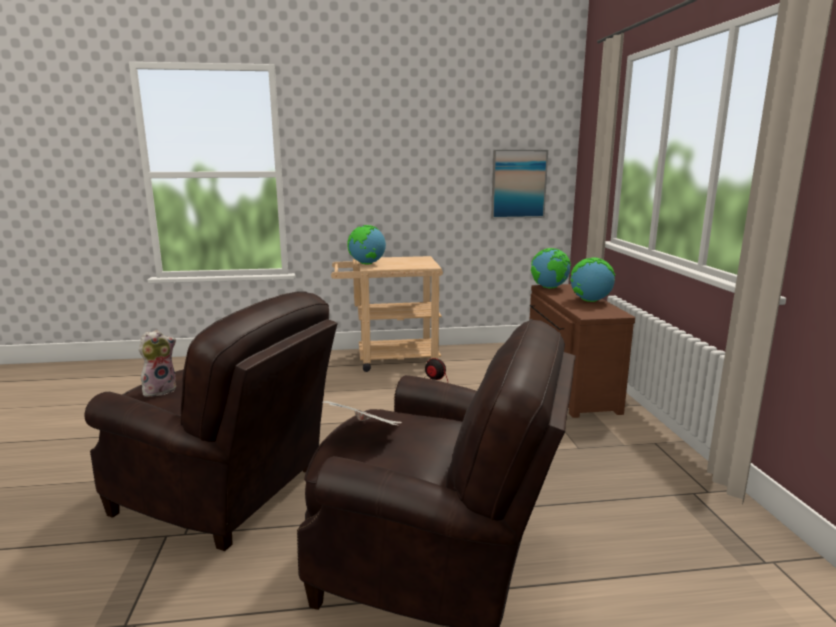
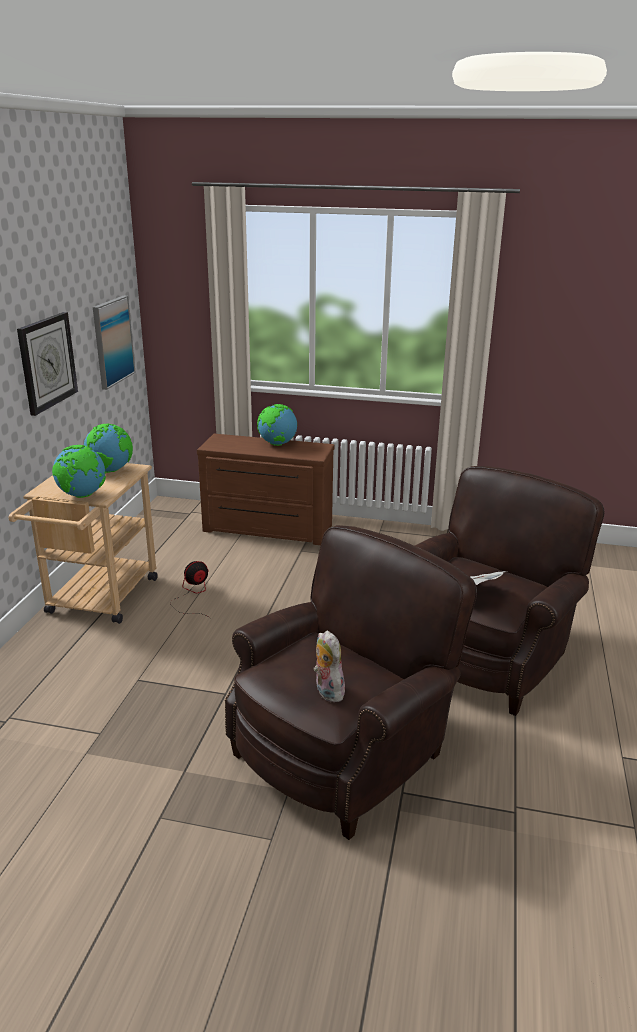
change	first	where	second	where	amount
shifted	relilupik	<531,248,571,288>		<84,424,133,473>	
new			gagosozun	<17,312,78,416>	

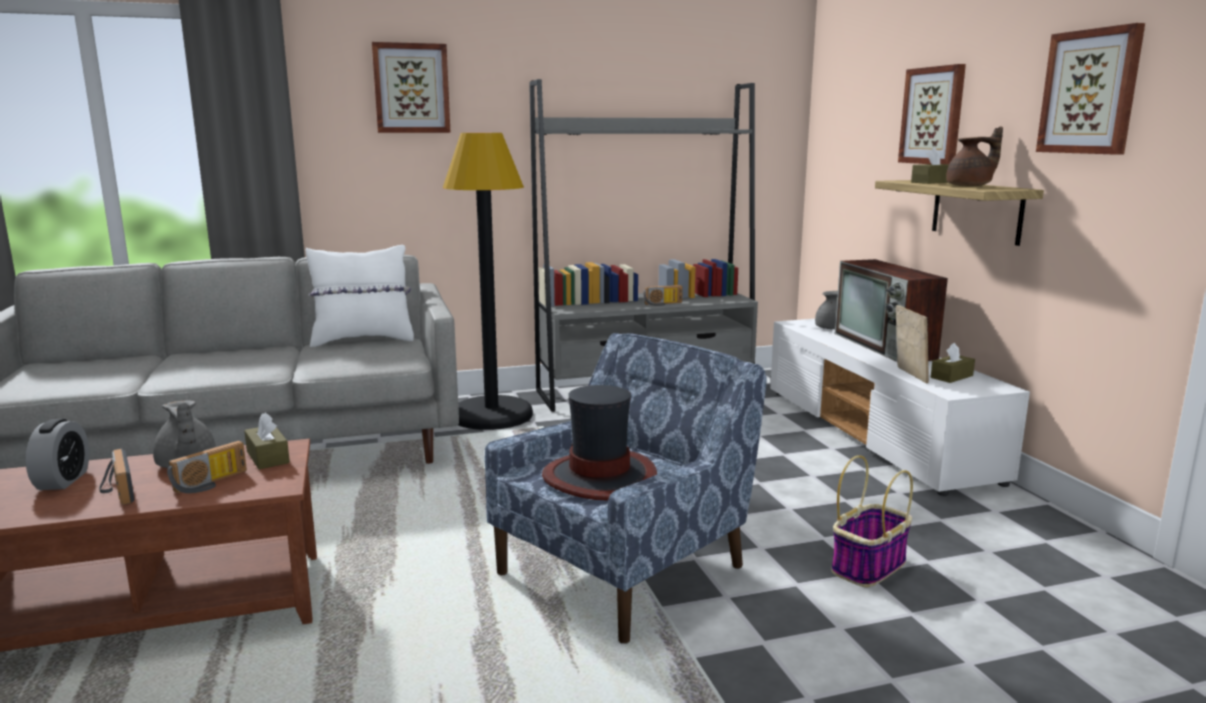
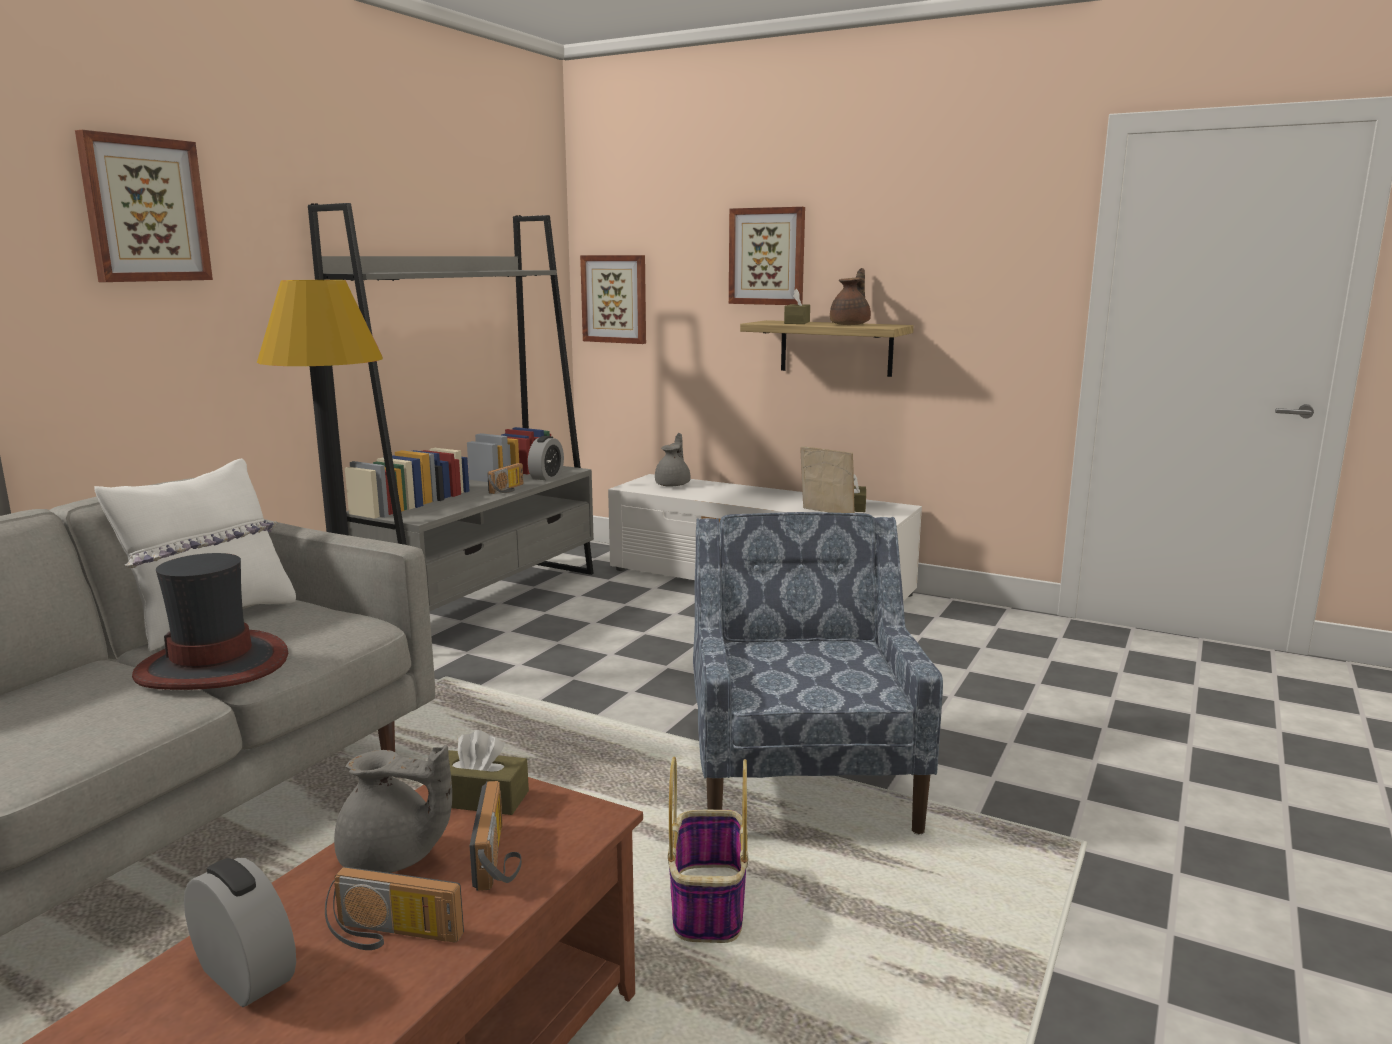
change	first	where	second	where	amount
shifted	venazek	<1036,23,1145,155>		<580,255,646,344>	
gone	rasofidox	<835,259,948,362>			
shifted	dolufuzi	<542,385,657,501>		<132,553,288,690>	
shifted	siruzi	<831,455,913,587>		<668,757,748,943>	
new			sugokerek	<528,436,564,480>	

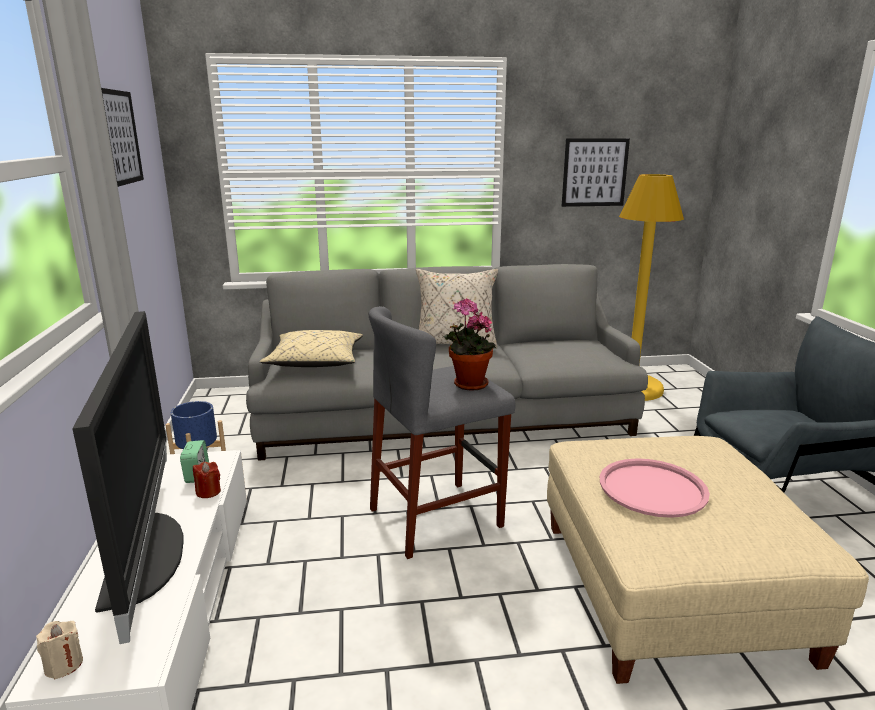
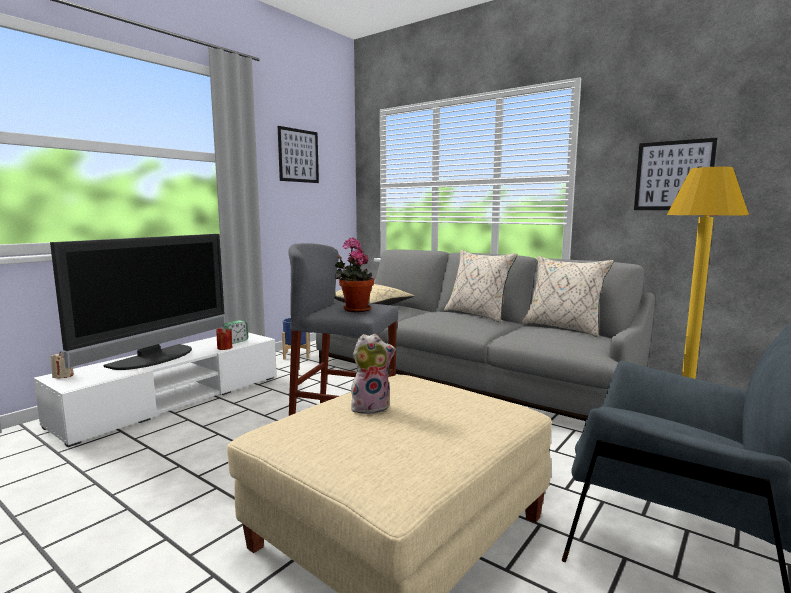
change	first	where	second	where	amount
swapped	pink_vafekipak	<600,458,710,518>	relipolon	<351,334,396,414>	
new			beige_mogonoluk	<522,256,614,337>	

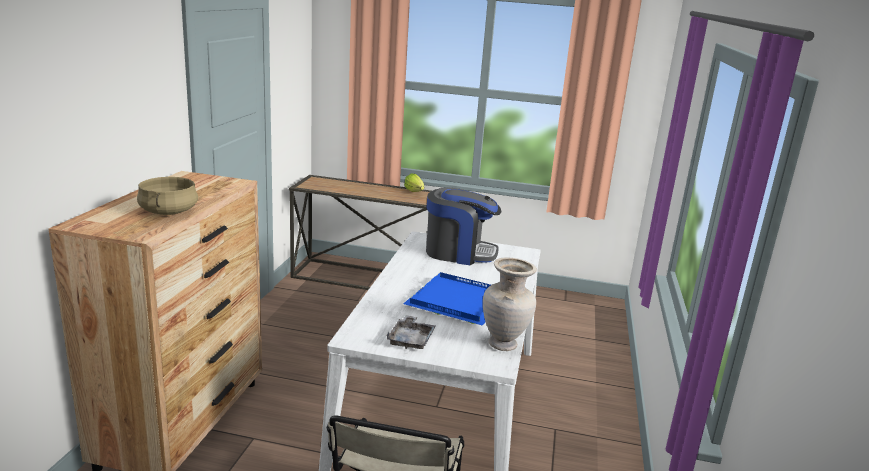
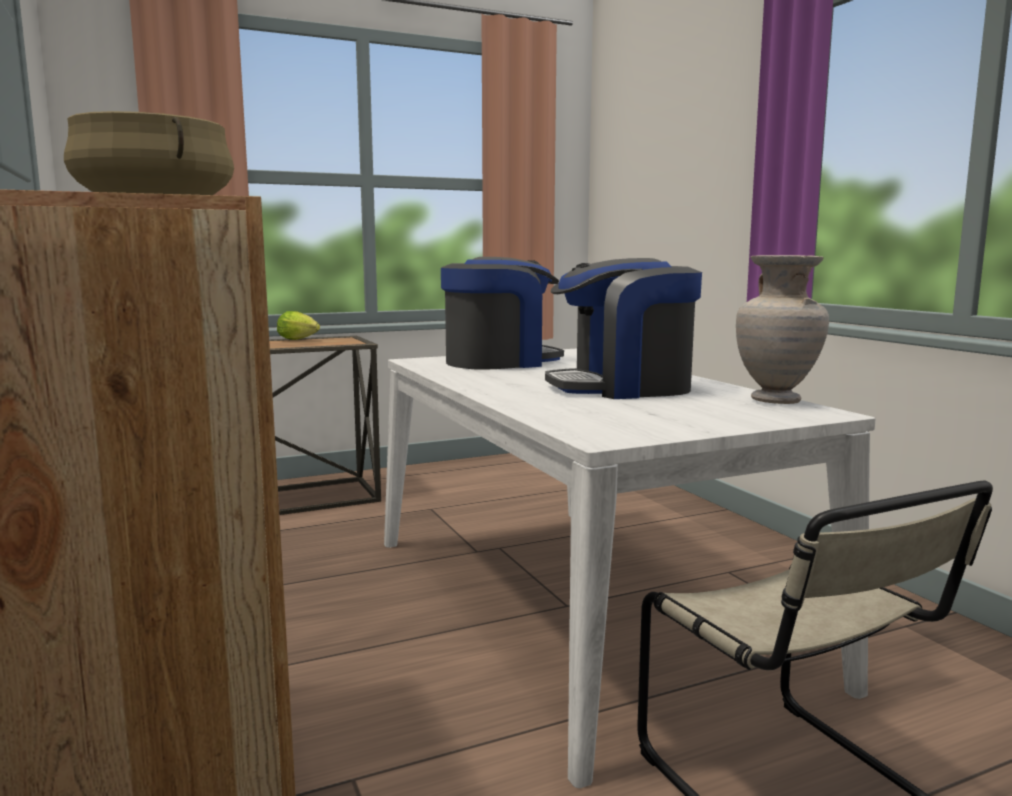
change	first	where	second	where	amount
swapped	blue_vafekipak	<403,272,491,326>	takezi	<545,258,702,399>	
gone	grey_vafekipak	<386,315,436,349>			

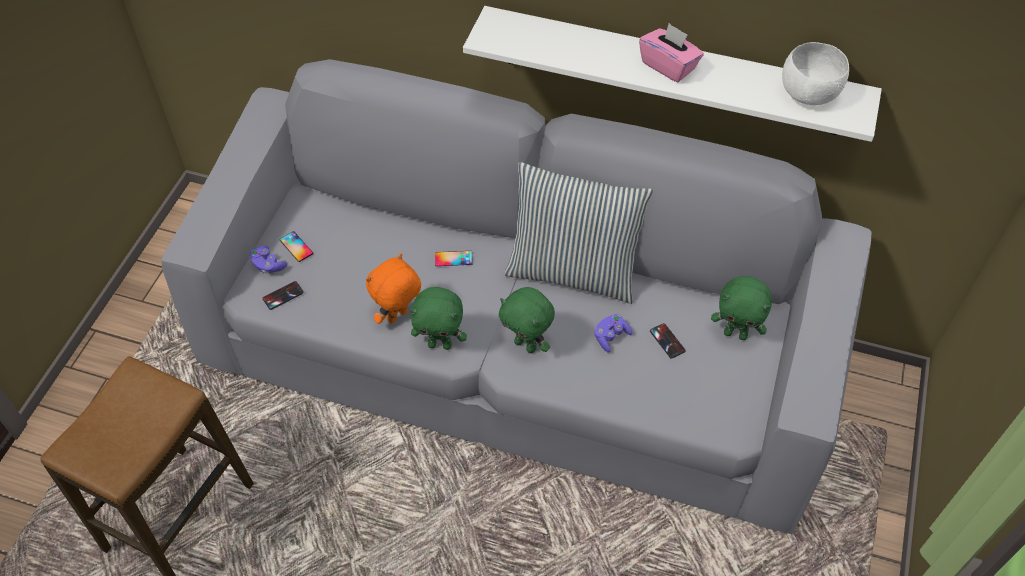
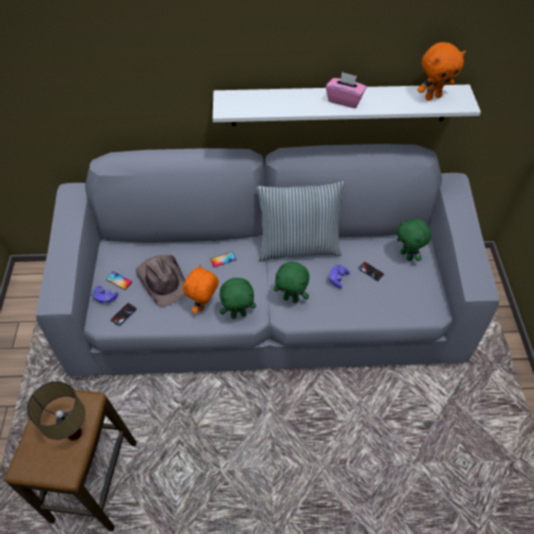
change	first	where	second	where	amount
swapped	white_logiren	<782,42,849,105>	orange_relipolon	<417,42,466,101>	
rotated	green_relipolon	<711,276,772,340>		<397,218,431,261>	60 degrees clockwise
new			brown_dolufuzi	<135,255,186,307>	
new			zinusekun	<27,381,85,440>	

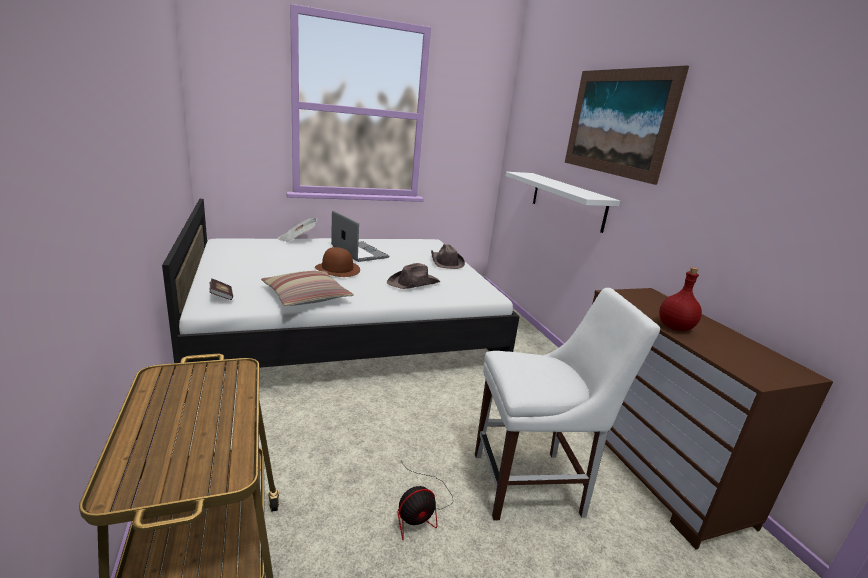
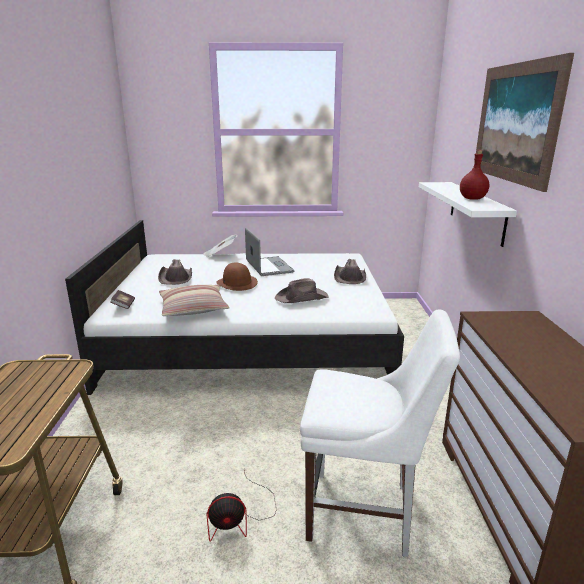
change	first	where	second	where	amount
shifted	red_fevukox	<659,267,702,331>		<460,150,489,200>	
new			brown_dolufuzi	<158,259,192,285>	

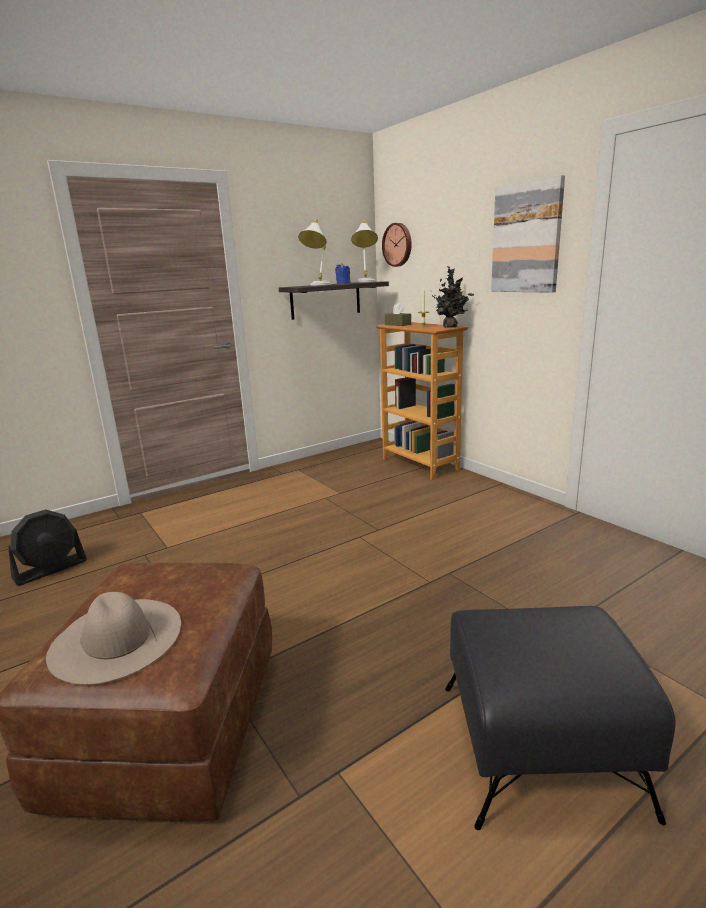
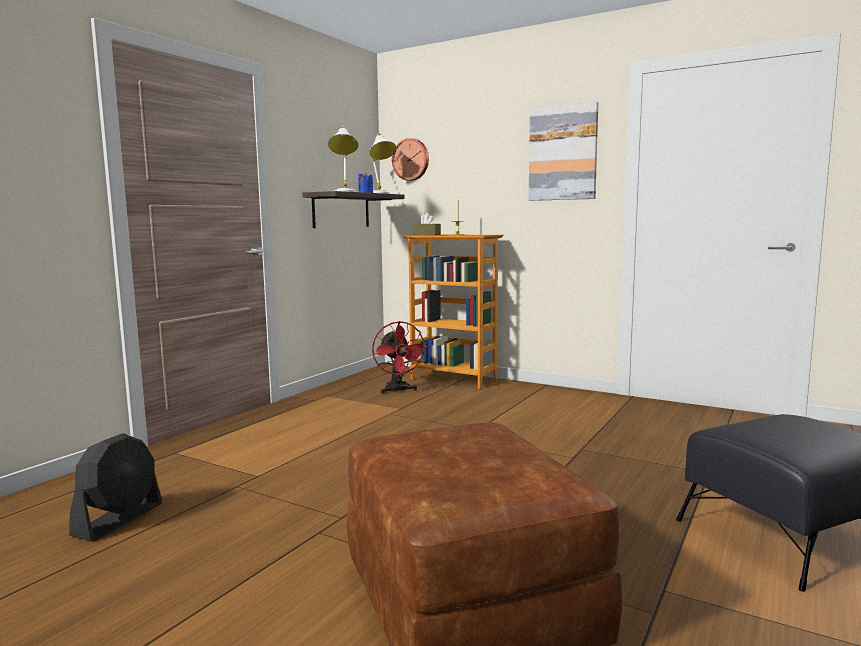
change	first	where	second	where	amount
gone	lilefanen	<432,266,474,328>			
gone	beige_dolufuzi	<46,592,181,685>			
new			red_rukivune	<372,321,427,394>	

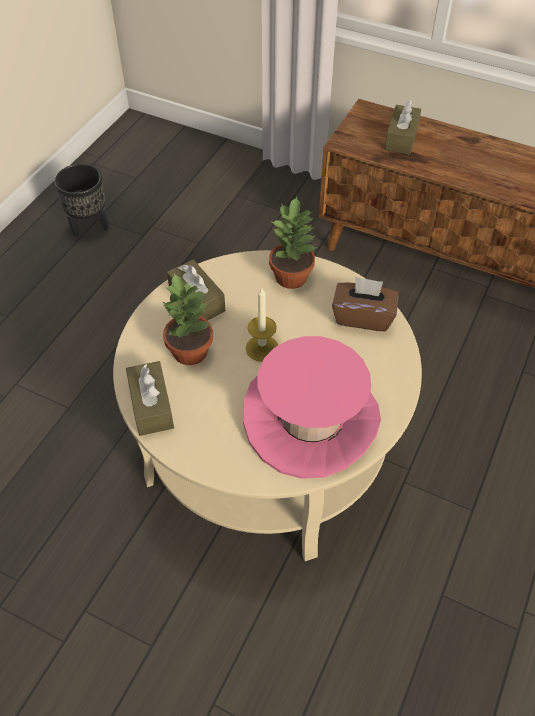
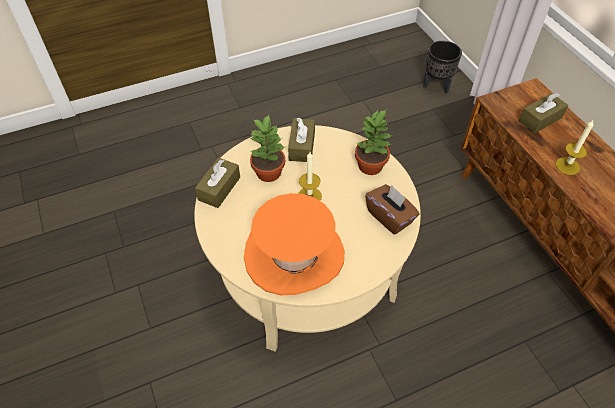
change	first	where	second	where	amount
shifted	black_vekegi	<54,164,109,237>		<423,41,462,93>	
repainted	pink_dolufuzi	<243,336,381,479>	orange_dolufuzi	<244,193,344,296>	
new			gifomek	<555,119,594,175>	

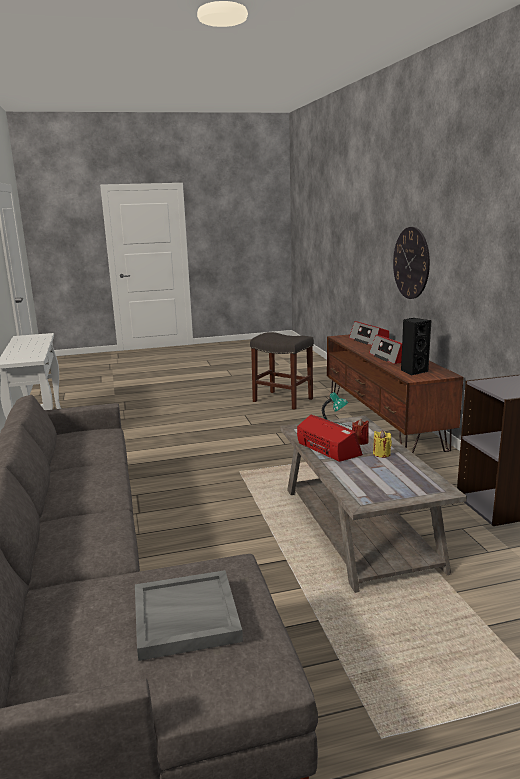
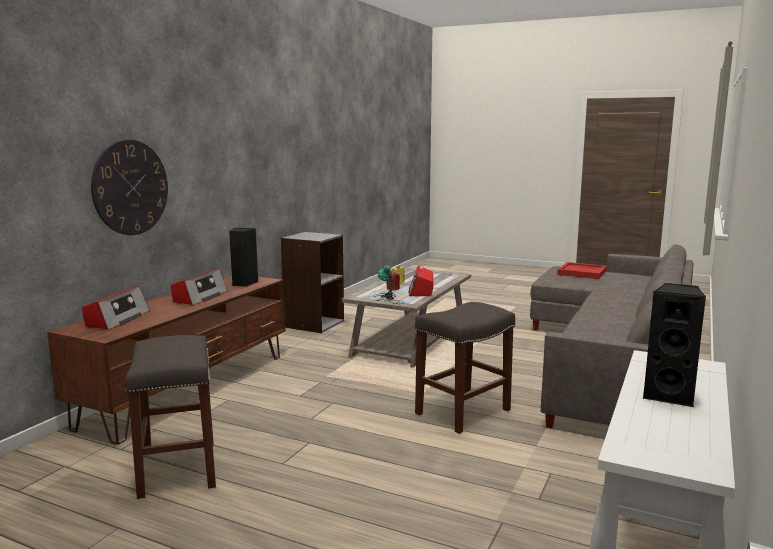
change	first	where	second	where	amount
repainted	grey_vafekipak	<135,570,243,661>	red_vafekipak	<557,262,607,279>	
new			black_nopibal	<643,283,707,407>	
new			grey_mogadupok	<415,302,515,434>	

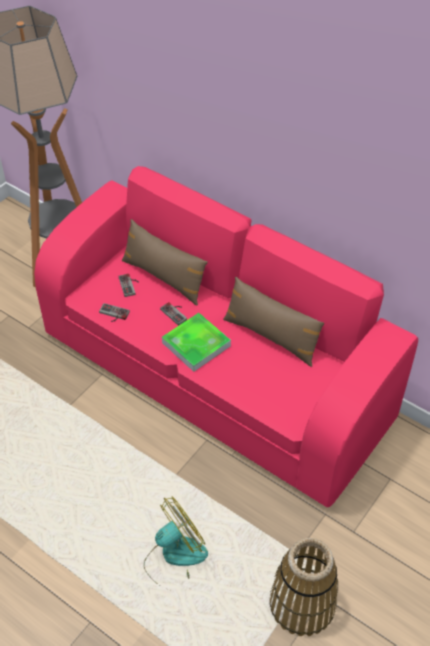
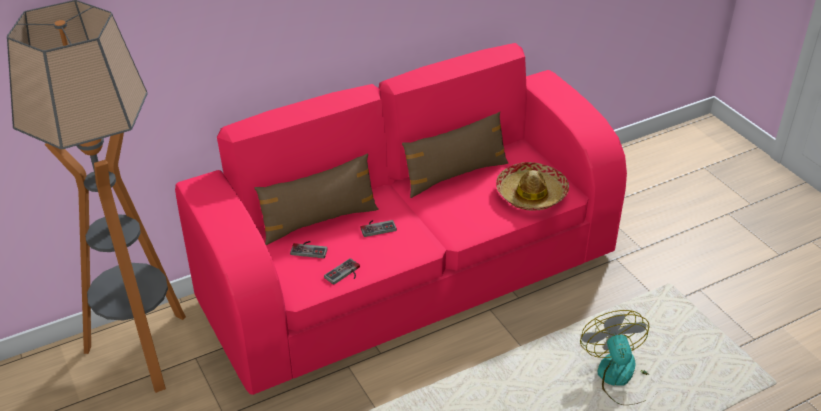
change	first	where	second	where	amount
gone	vafekipak	<162,313,231,372>			
gone	siruzi	<270,538,338,636>			
new			dolufuzi	<496,162,569,211>	

